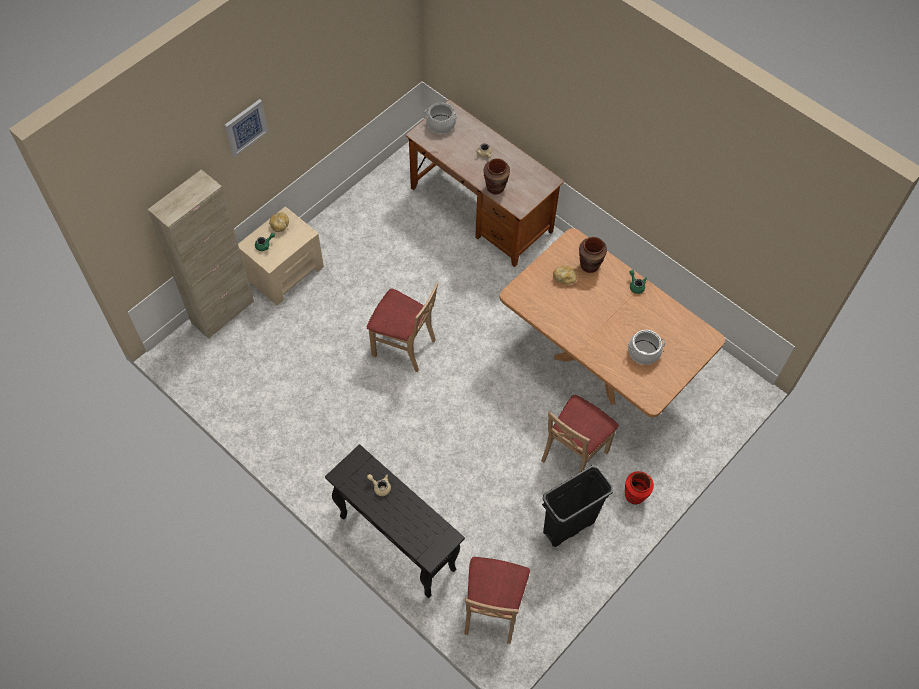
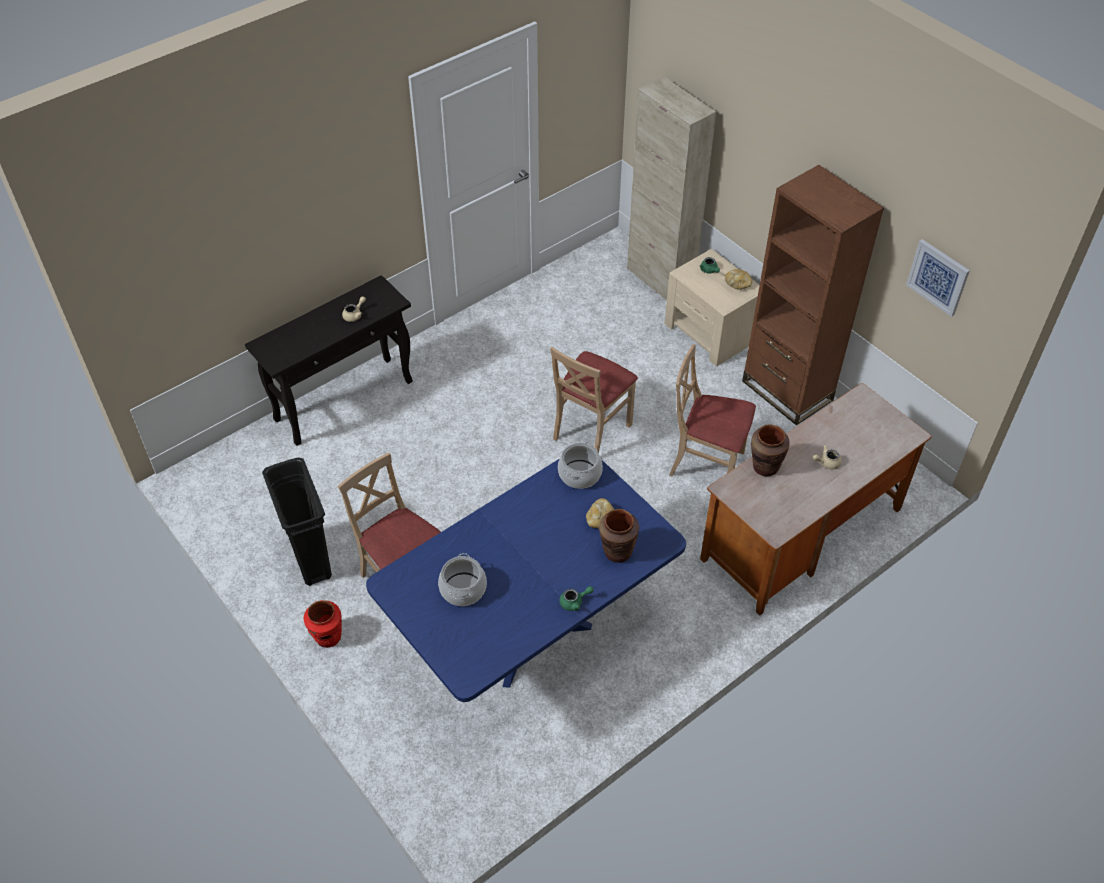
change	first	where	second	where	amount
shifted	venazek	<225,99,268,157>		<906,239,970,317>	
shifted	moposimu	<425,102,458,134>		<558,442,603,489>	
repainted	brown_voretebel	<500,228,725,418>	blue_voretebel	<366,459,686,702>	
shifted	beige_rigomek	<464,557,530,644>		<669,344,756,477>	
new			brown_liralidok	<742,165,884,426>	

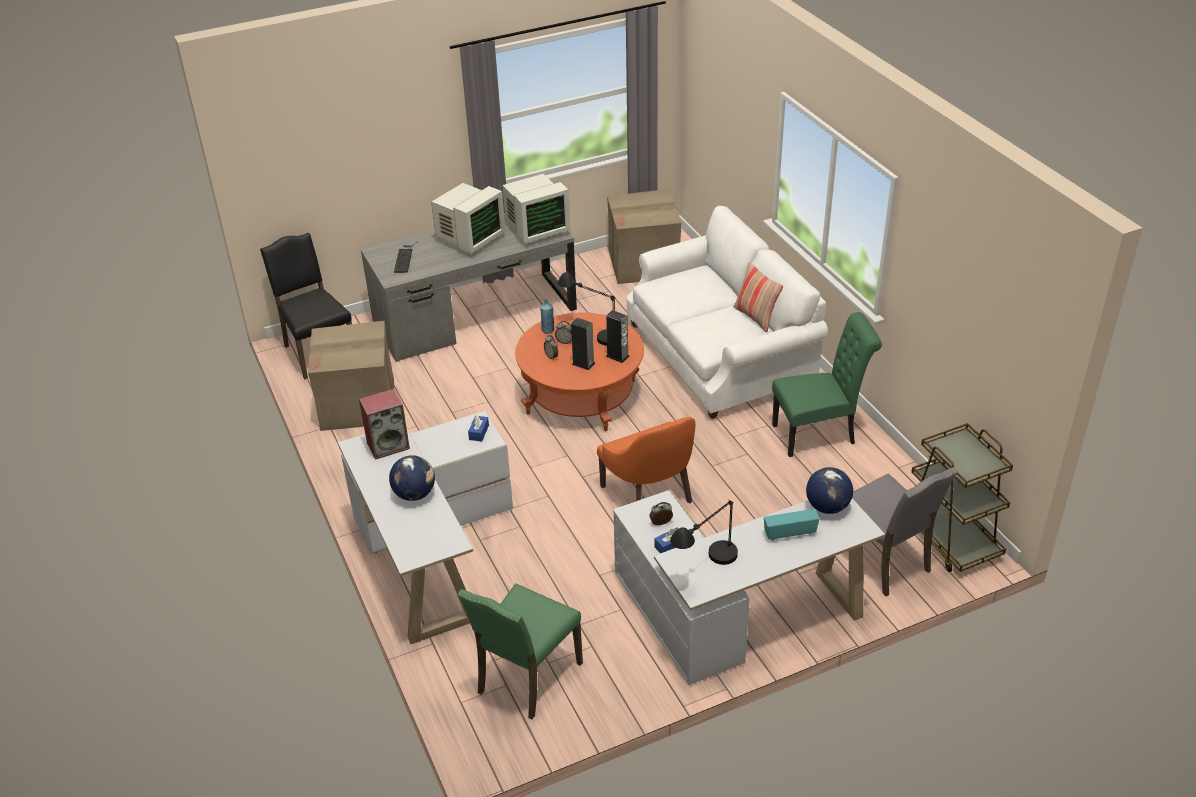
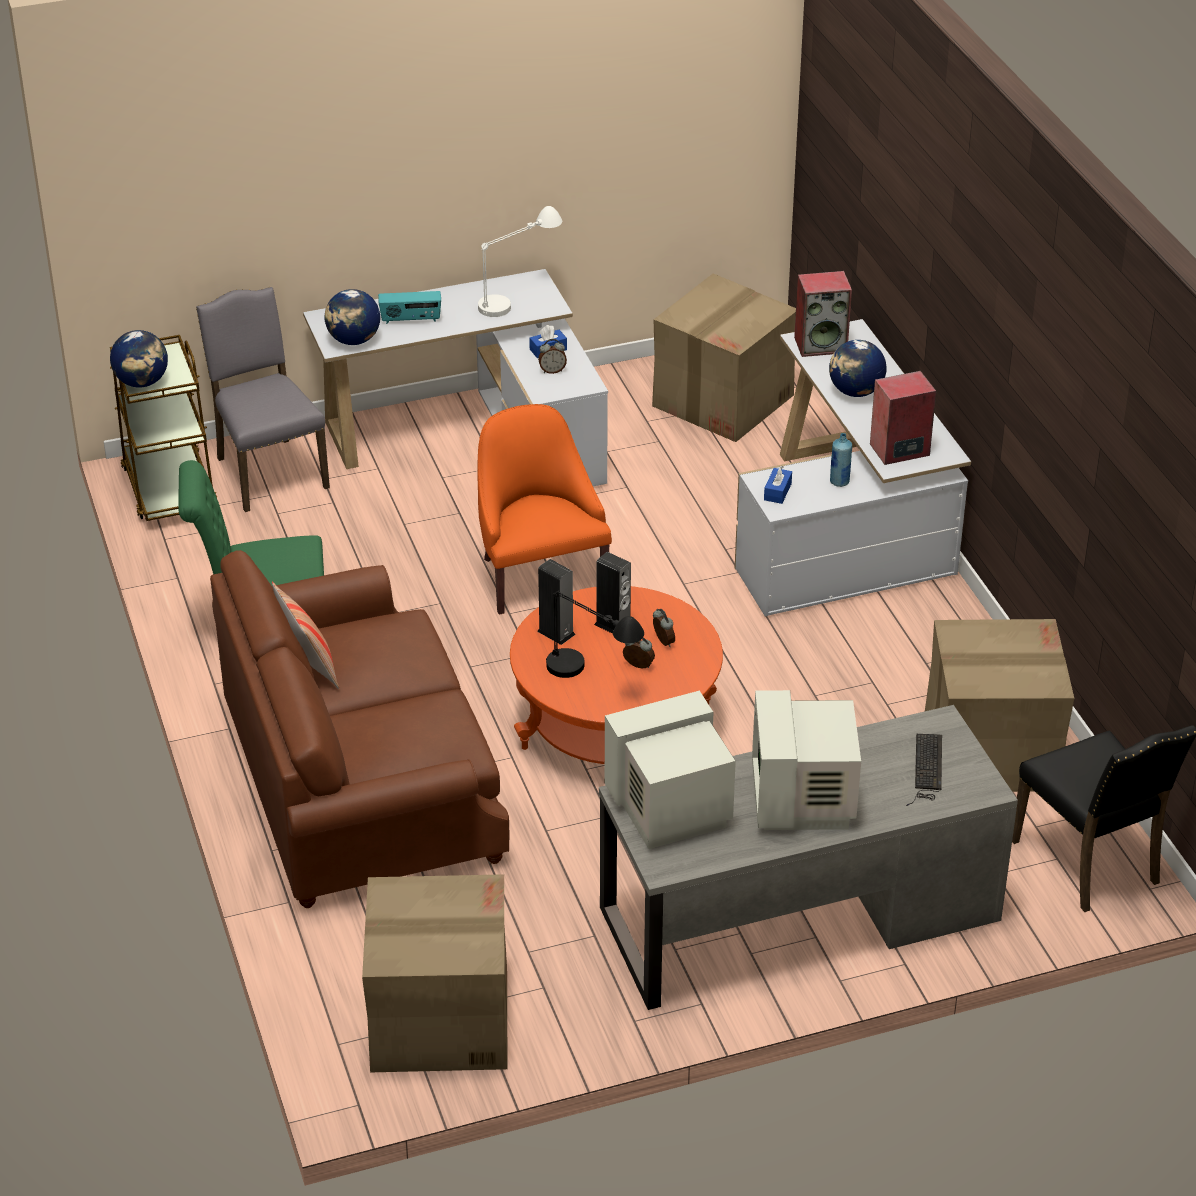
change	first	where	second	where	amount
rotated	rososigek	<431,183,505,256>		<752,690,861,830>	45 degrees counterclockwise
repainted	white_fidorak	<627,206,828,419>	brown_fidorak	<210,550,509,908>	
shifted	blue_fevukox	<540,299,554,334>		<830,433,852,487>	
repainted	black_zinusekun	<670,500,738,565>	white_zinusekun	<478,206,562,317>	
swapped	green_rigomek	<458,584,583,719>	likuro	<652,274,796,442>	
new			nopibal	<794,271,852,357>	
new			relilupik	<110,330,168,388>	

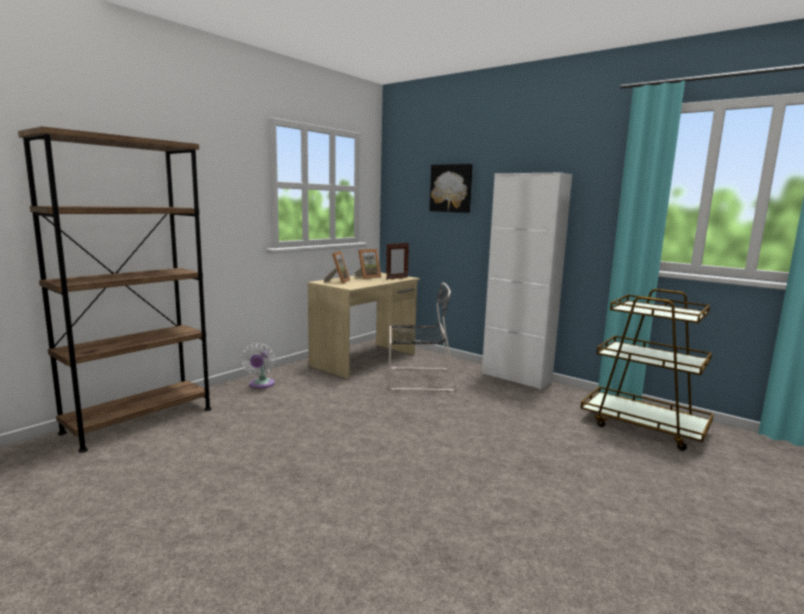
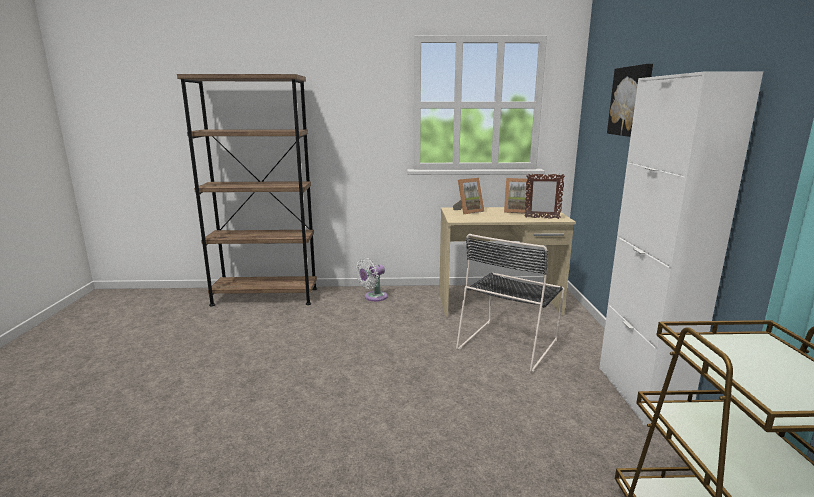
change	first	where	second	where	amount
rotated	black_rigomek	<388,282,457,391>		<456,234,564,373>	75 degrees clockwise

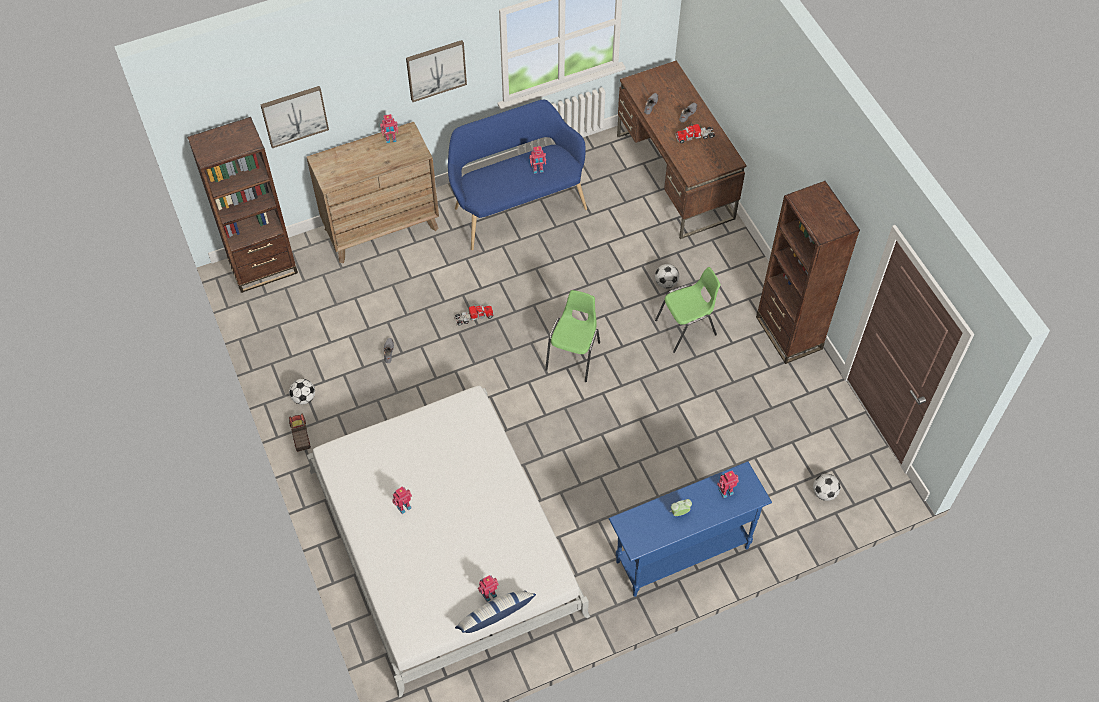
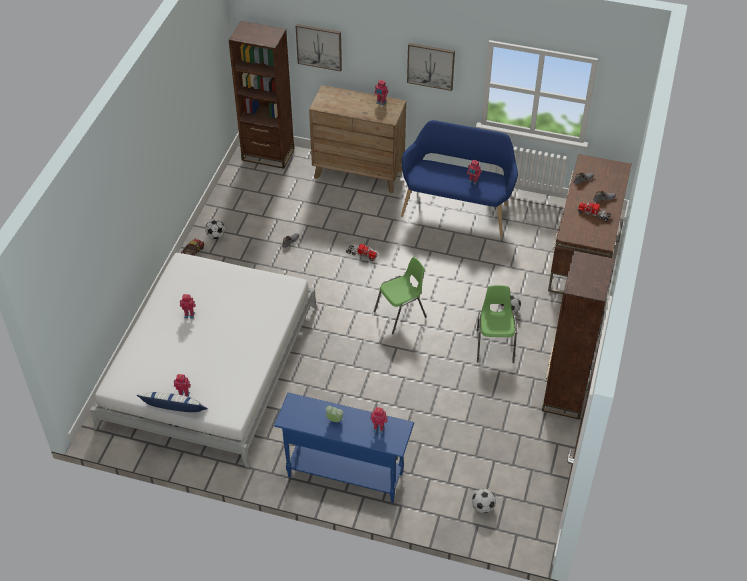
change	first	where	second	where	amount
rotated	green_rigomek	<655,267,720,353>		<476,285,517,363>	105 degrees counterclockwise

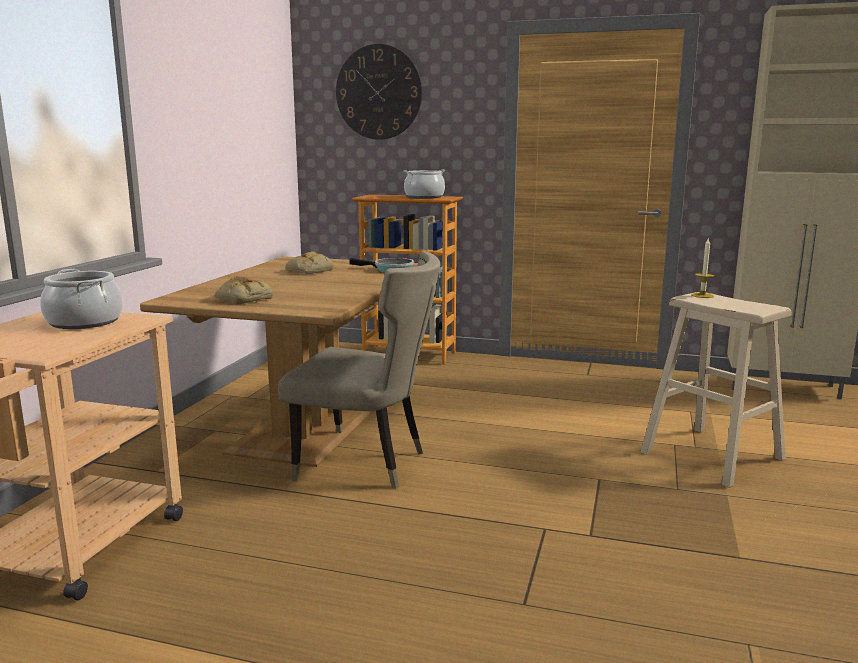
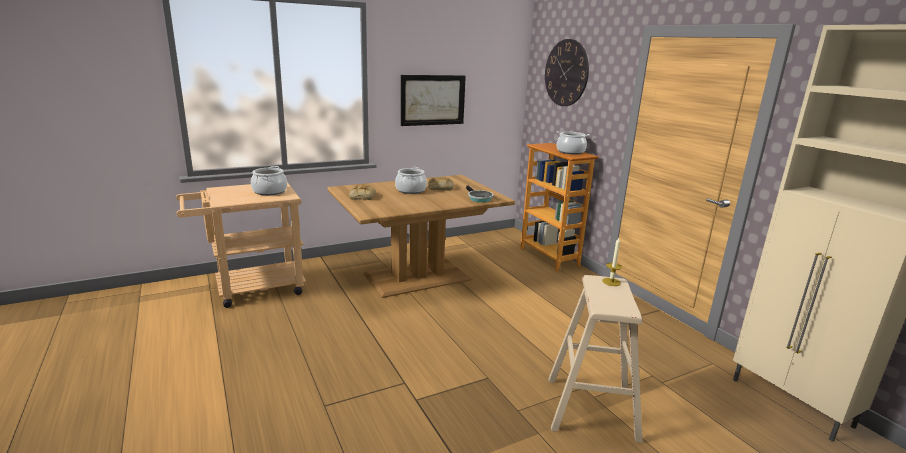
change	first	where	second	where	amount
gone	beige_rigomek	<278,251,441,488>			
new			venazek	<401,75,466,126>	
new			moposimu	<395,167,427,194>	

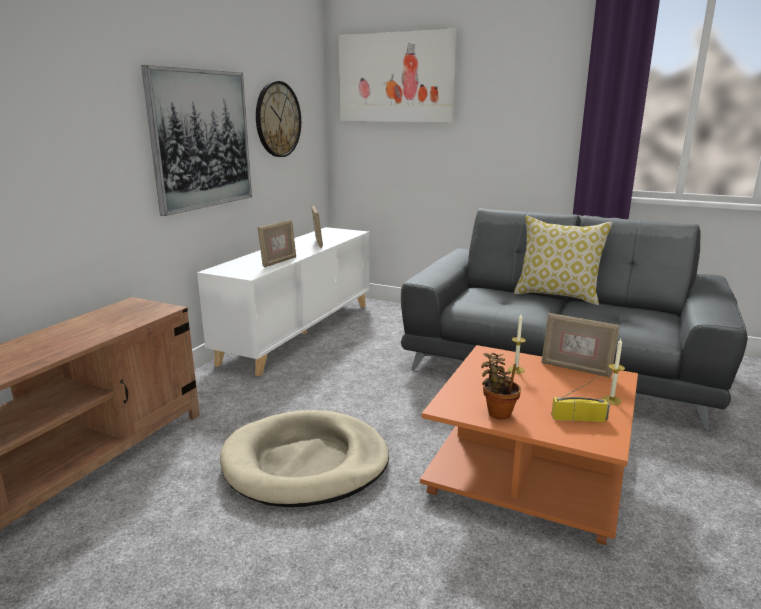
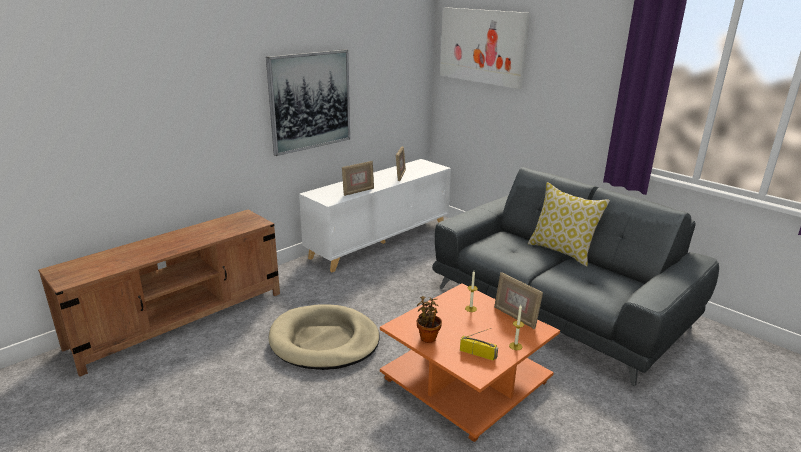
change	first	where	second	where	amount
gone	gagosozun	<256,81,301,157>			

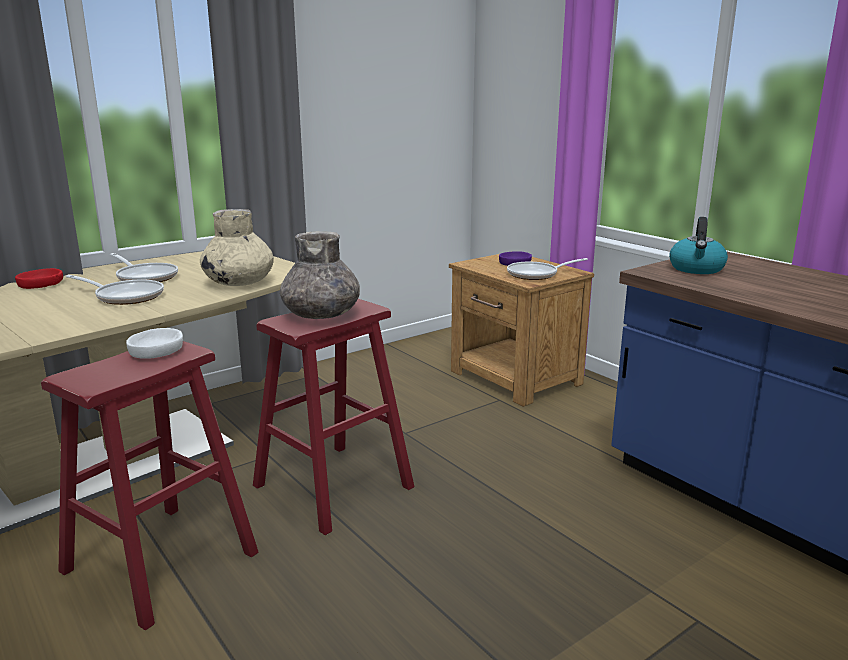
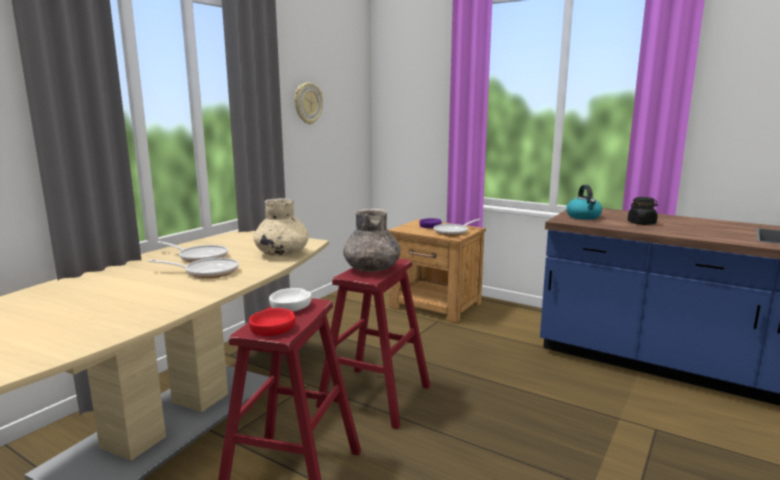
change	first	where	second	where	amount
shifted	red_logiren	<15,268,63,289>		<249,308,296,336>	
new			gagosozun	<295,83,323,125>	
new			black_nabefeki	<628,197,658,225>	

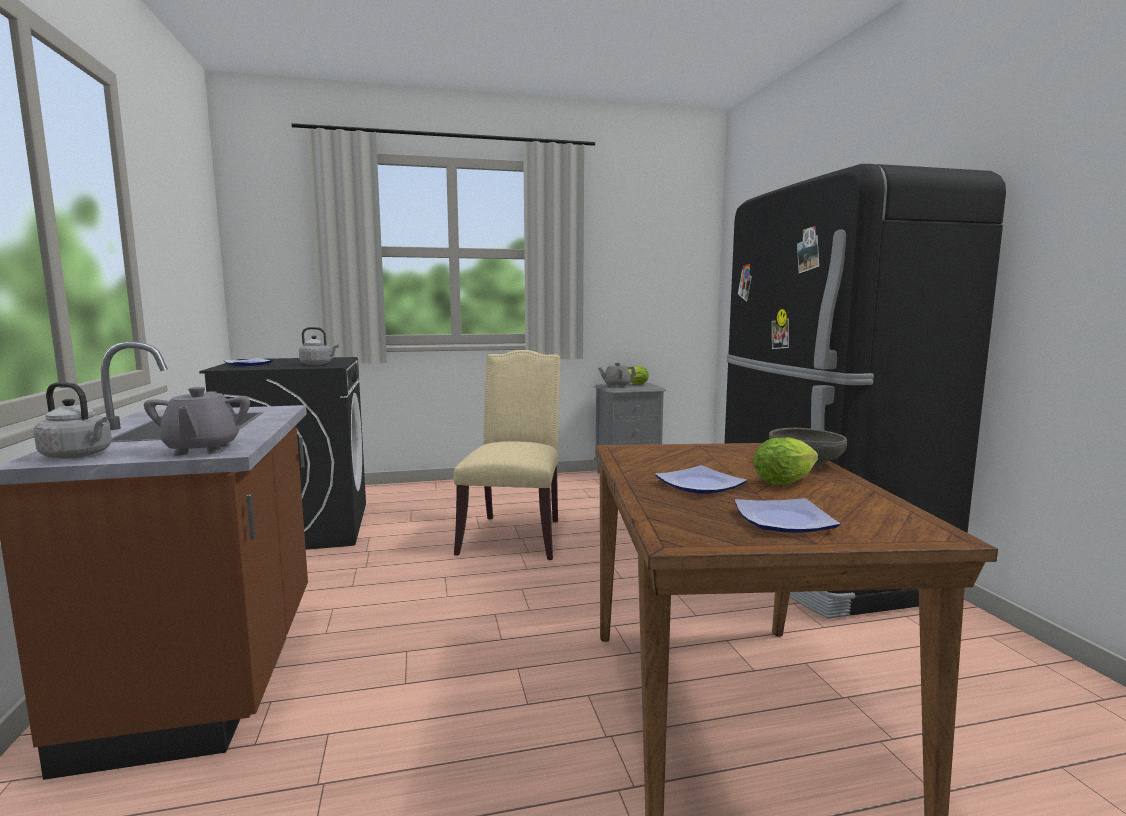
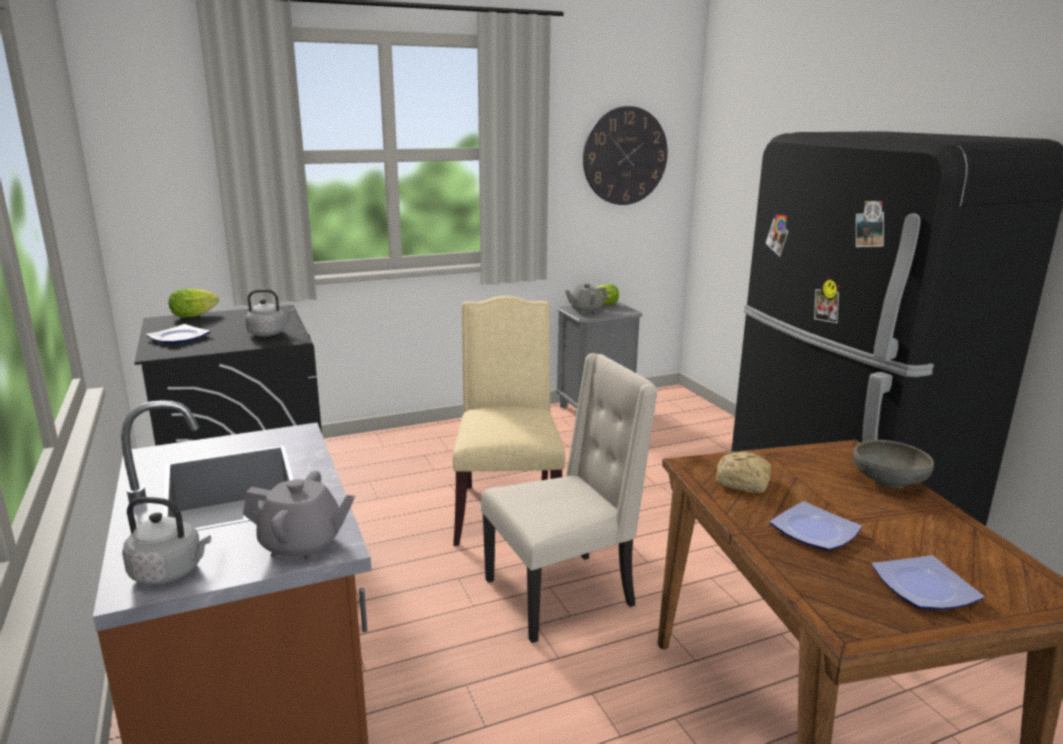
change	first	where	second	where	amount
rotated	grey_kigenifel	<144,387,250,456>		<243,471,355,560>	60 degrees counterclockwise
shifted	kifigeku	<753,437,818,485>		<168,288,219,318>	
new			gagosozun	<583,106,668,205>	
new			beige_rigomek	<481,353,658,643>	
new			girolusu	<716,451,771,493>	

